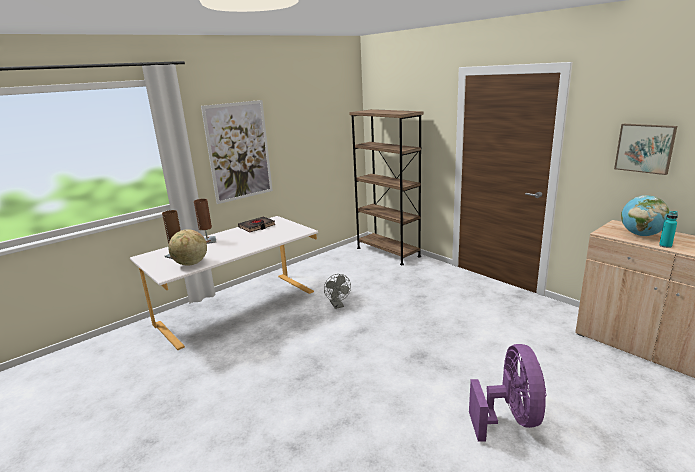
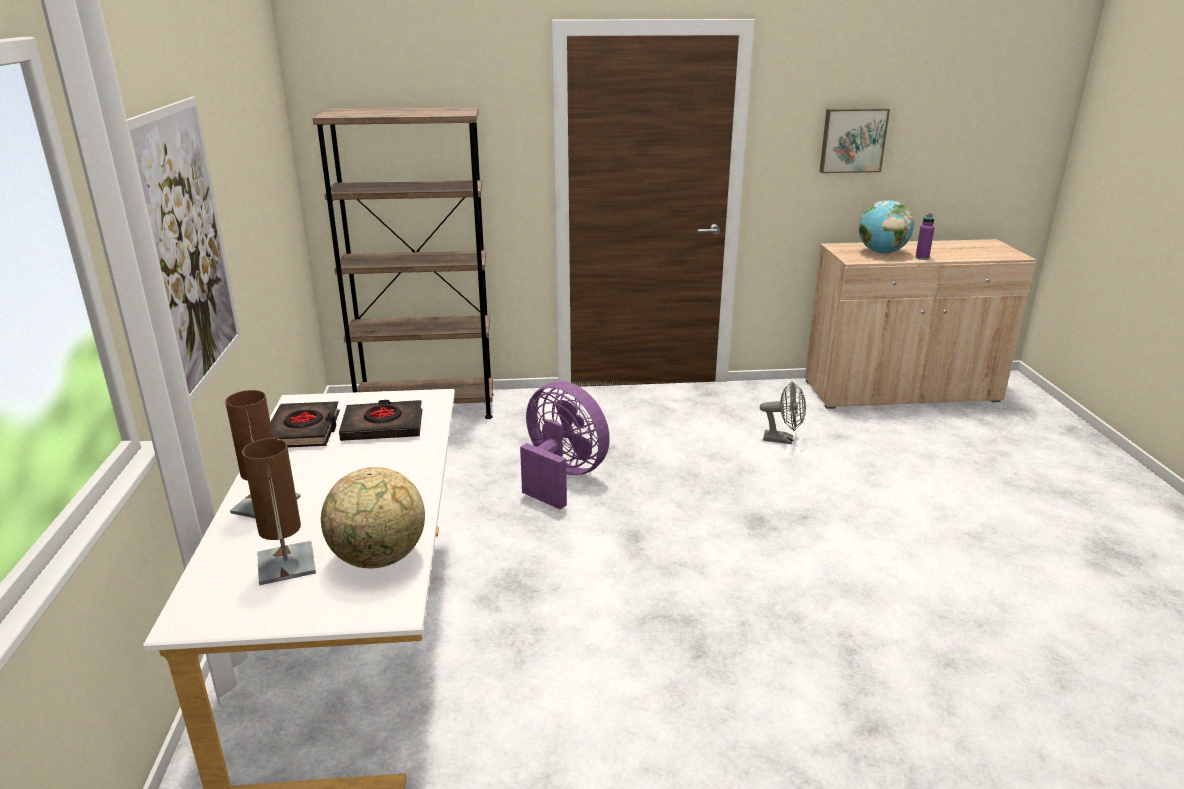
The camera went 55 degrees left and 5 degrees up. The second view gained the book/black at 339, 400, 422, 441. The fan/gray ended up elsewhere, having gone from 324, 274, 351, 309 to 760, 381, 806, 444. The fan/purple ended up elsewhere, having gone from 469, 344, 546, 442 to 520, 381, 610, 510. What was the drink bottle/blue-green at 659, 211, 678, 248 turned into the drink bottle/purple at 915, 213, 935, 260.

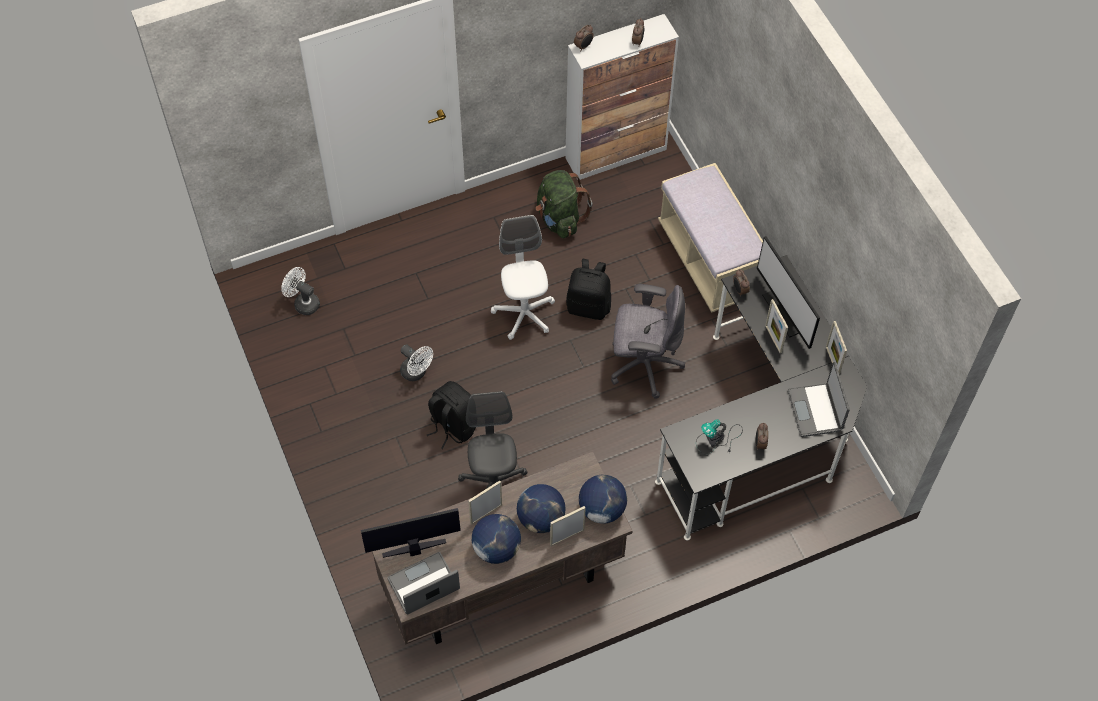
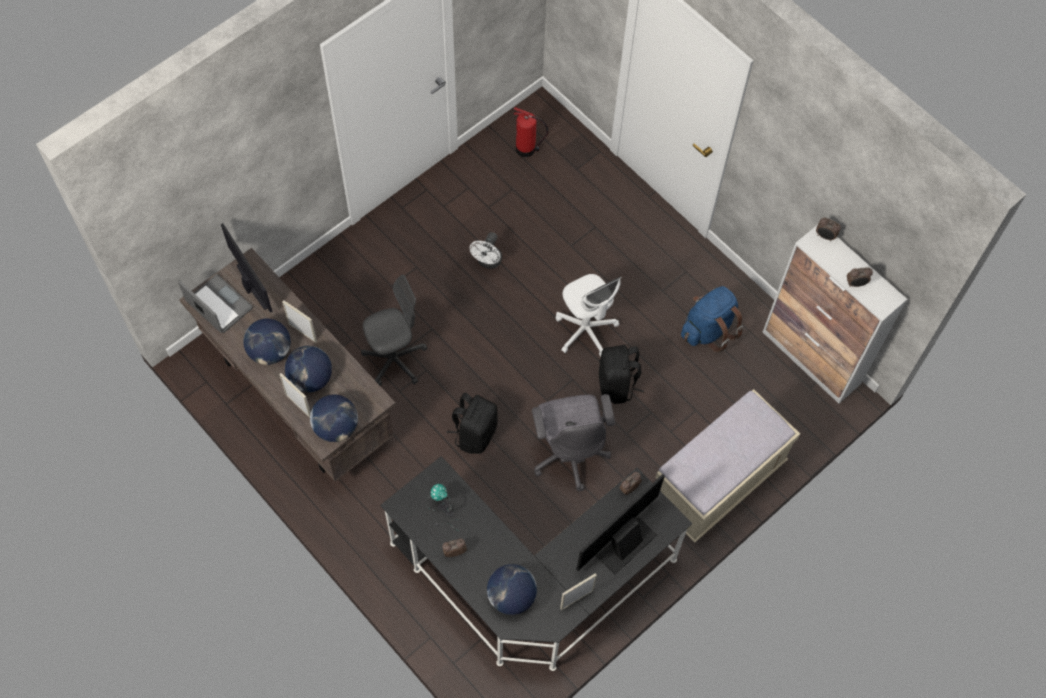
The camera went 70 degrees right and 5 degrees up. The second view lost the photo frame at 765, 299, 788, 353. The rucksack/black ended up elsewhere, having gone from 427, 381, 476, 449 to 447, 393, 498, 454. Where the fan/white stood at 281, 267, 320, 315, the extinguisher came to stand at 514, 107, 548, 157. Where the notebook computer stood at 787, 362, 850, 437, the globe came to stand at 487, 564, 537, 615. What was the rucksack/greenish at 536, 170, 593, 239 turned into the rucksack/blue at 681, 286, 743, 352. The computer chair/white at 491, 215, 555, 340 ended up facing another way, 90 degrees clockwise from before.

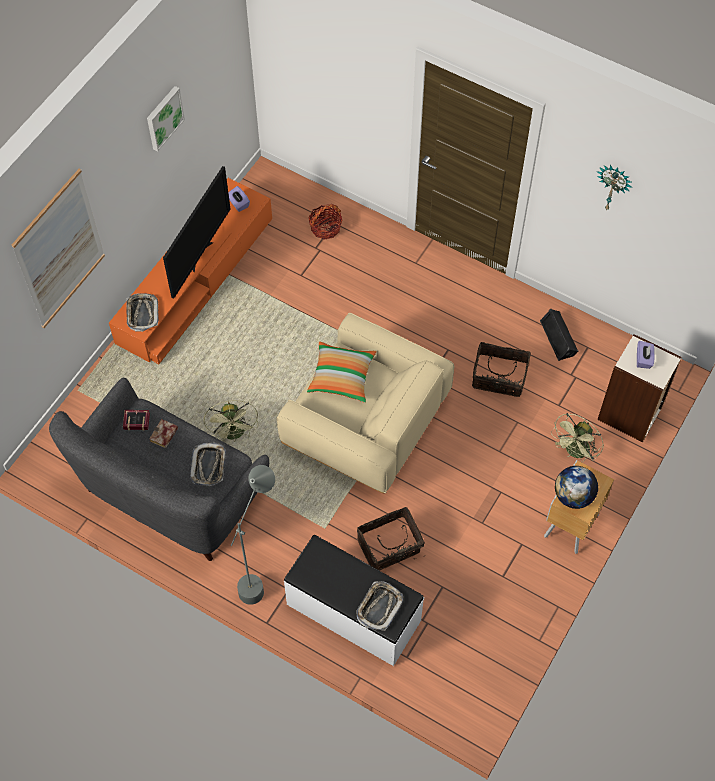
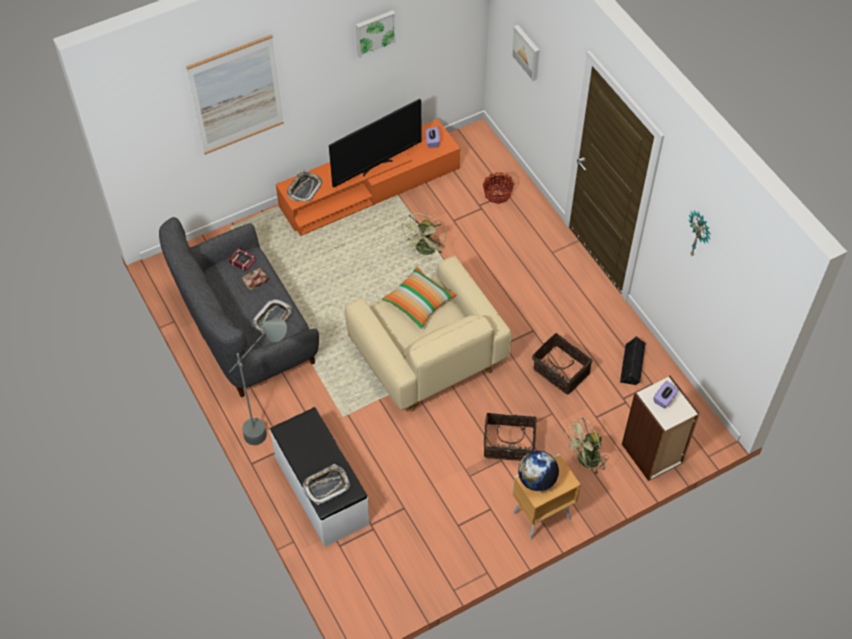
The camera went 30 degrees right and 5 degrees down. The second view gained the wall art at 511, 25, 540, 81. The fan/greenish ended up elsewhere, having gone from 204, 400, 258, 442 to 401, 213, 446, 255. The basket ended up elsewhere, having gone from 357, 507, 425, 570 to 484, 413, 536, 461.

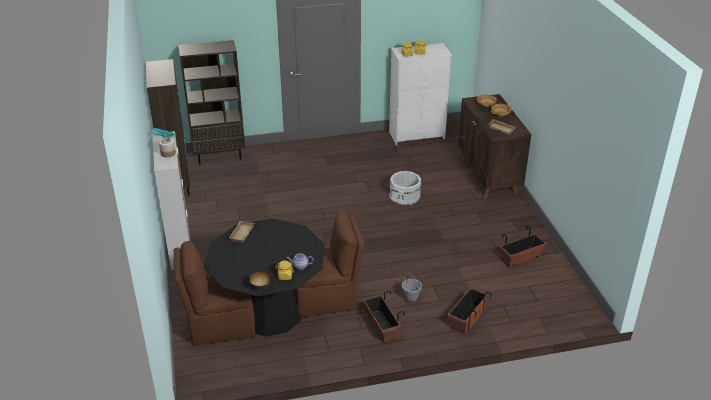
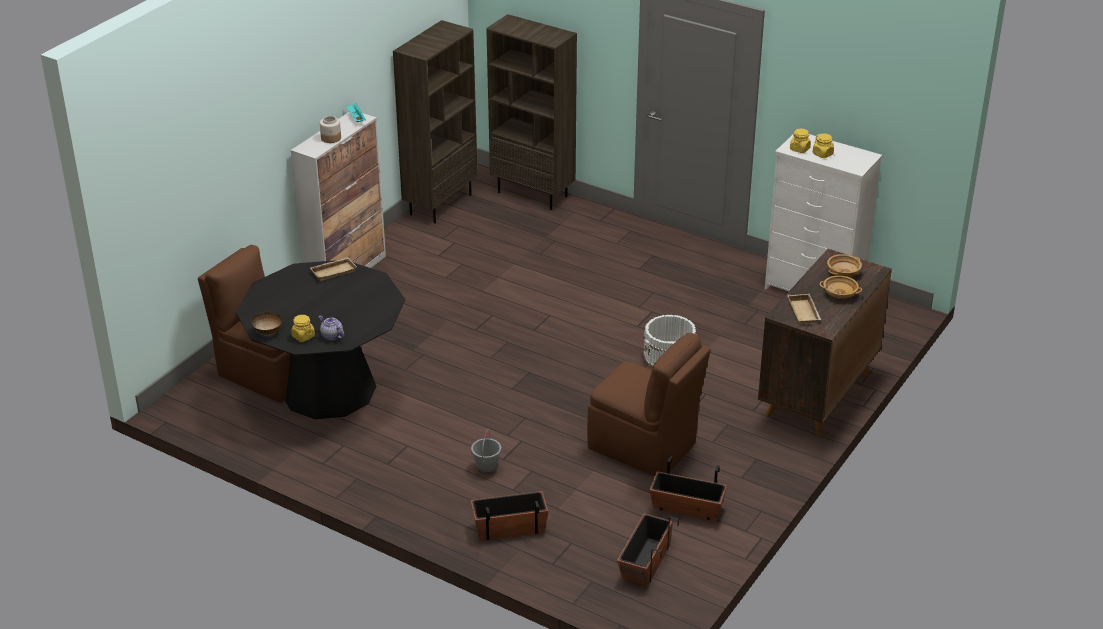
The camera went 45 degrees right and 0 degrees up. The chair/brownish ended up elsewhere, having gone from 295, 211, 364, 317 to 587, 333, 711, 476. The flower pot ended up elsewhere, having gone from 363, 290, 404, 342 to 617, 513, 679, 588.

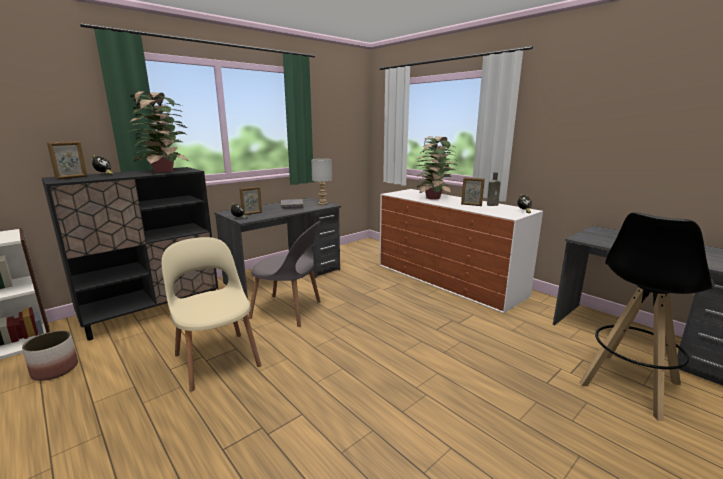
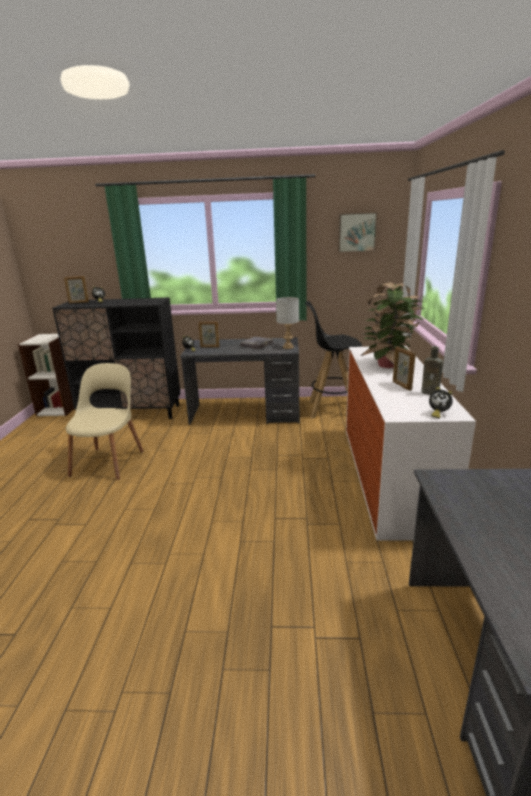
The camera went 45 degrees right and 5 degrees up. The second view lost the flower pot at 22, 331, 78, 381. The second view lost the houseplant at 127, 91, 189, 173. The second view lost the chair/gray at 248, 221, 321, 327. The second view gained the wall art at 338, 212, 377, 252. The stool seat/black ended up elsewhere, having gone from 579, 212, 715, 421 to 305, 301, 362, 419.

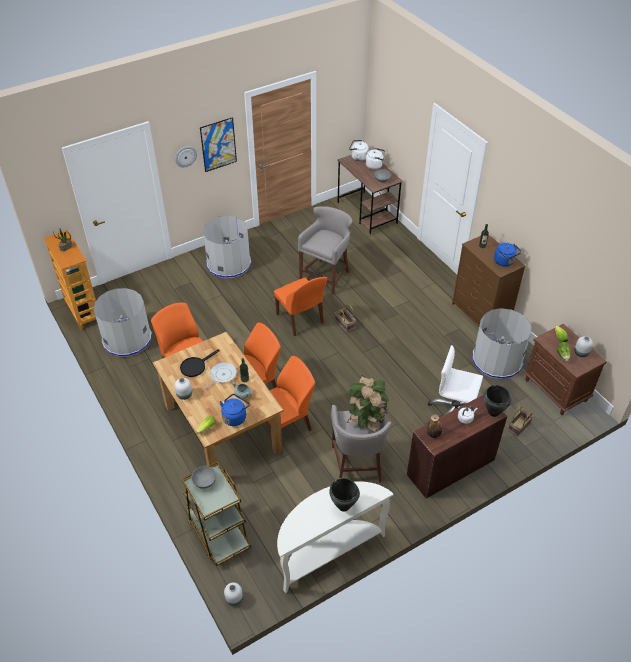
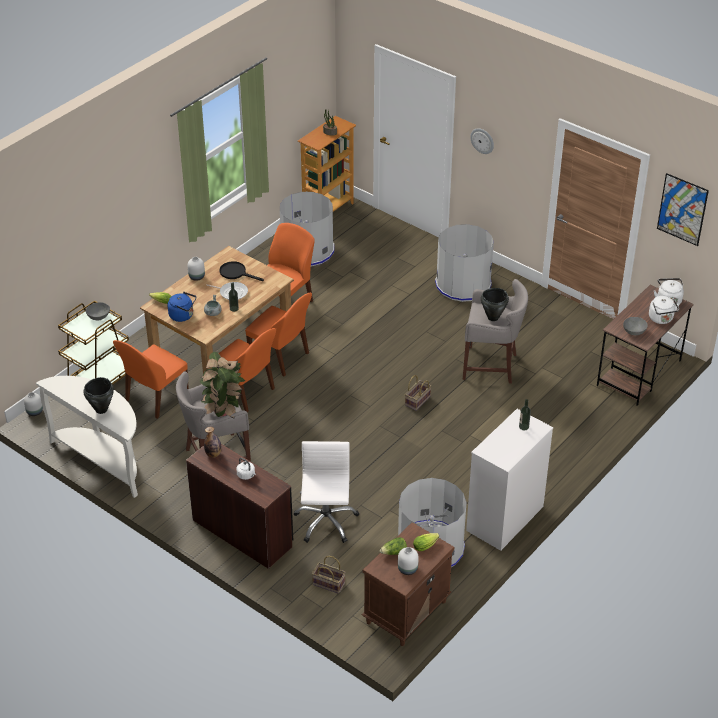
The camera went 70 degrees right and 5 degrees down. The second view lost the water kettle/blue at 494, 243, 522, 267. The wall art ended up elsewhere, having gone from 200, 117, 237, 172 to 657, 173, 709, 246. The chair/orange-coloured ended up elsewhere, having gone from 274, 277, 327, 336 to 113, 340, 189, 419. The saucepot/black ended up elsewhere, having gone from 484, 385, 511, 417 to 481, 288, 509, 321. What was the chest of drawers/brownish at 452, 235, 526, 326 turned into the chest of drawers/white at 466, 409, 553, 551.

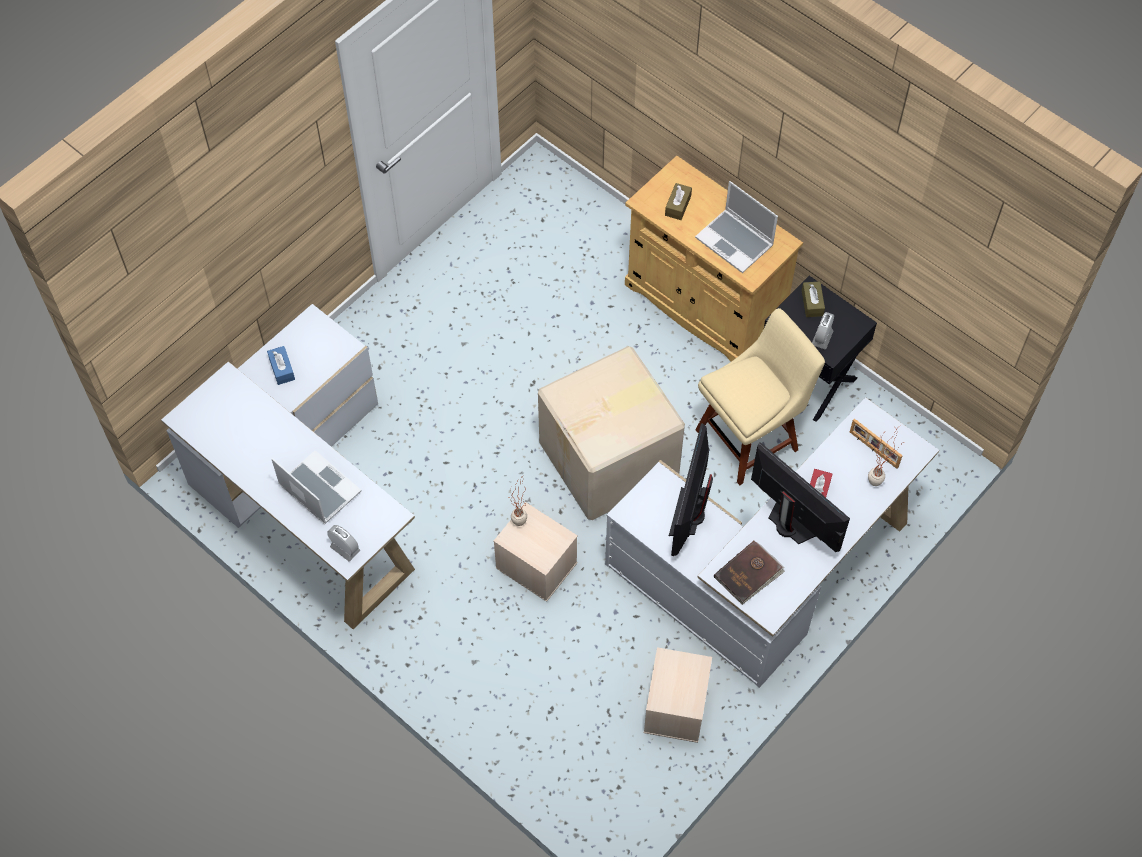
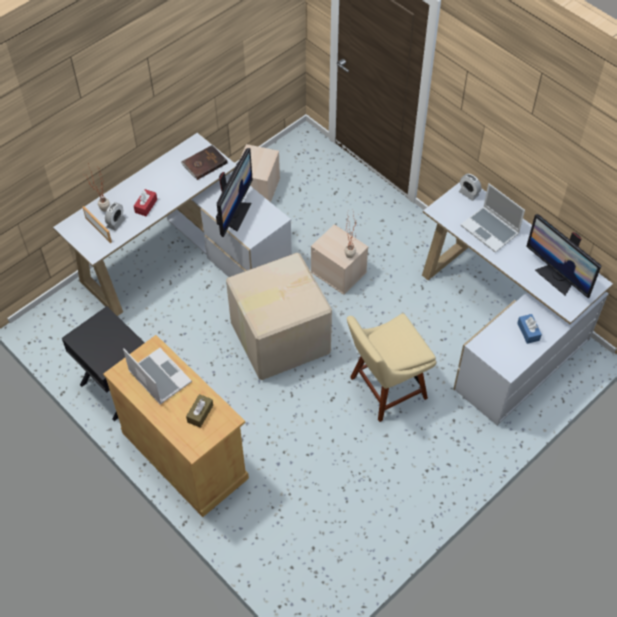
The camera went 175 degrees left and 5 degrees down. The second view lost the tissue holder/brownish at 802, 281, 825, 317. The chair/beige-coloured ended up elsewhere, having gone from 695, 308, 825, 485 to 347, 313, 436, 422. The computer display ended up elsewhere, having gone from 751, 442, 850, 552 to 526, 214, 602, 298. The bedside clock ended up elsewhere, having gone from 812, 312, 834, 349 to 105, 202, 126, 231.

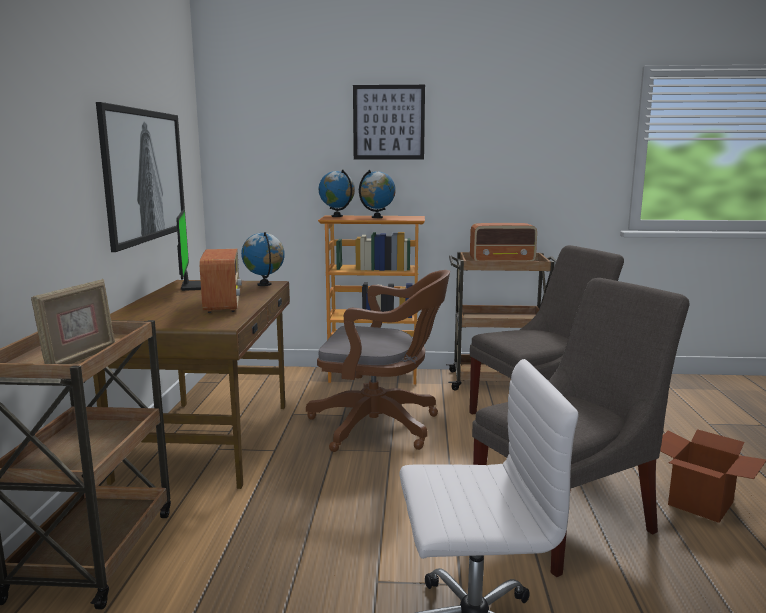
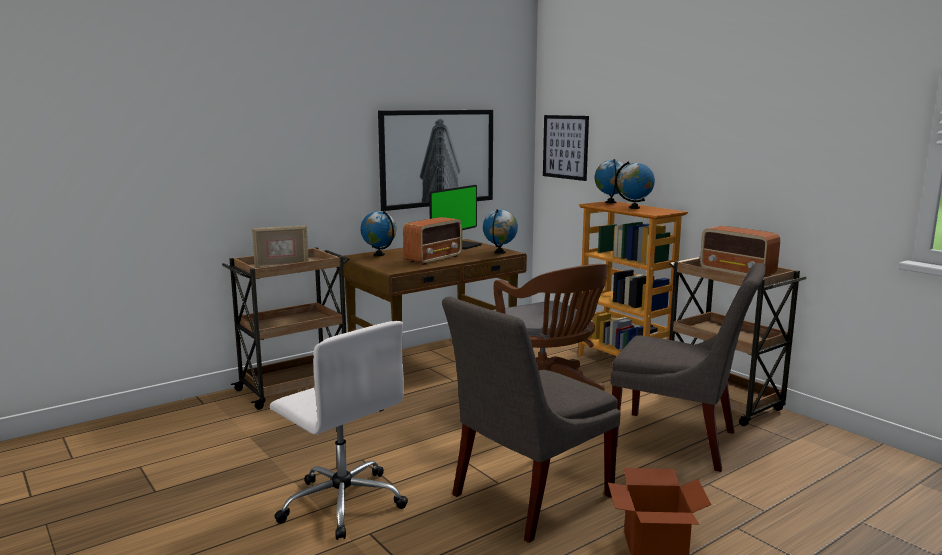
The camera went 50 degrees right and 0 degrees up. The second view gained the globe at 360, 211, 396, 256. The wall art ended up elsewhere, having gone from 353, 85, 425, 160 to 543, 115, 589, 181. The chair/gray at 472, 278, 689, 577 ended up facing another way, 120 degrees clockwise from before.

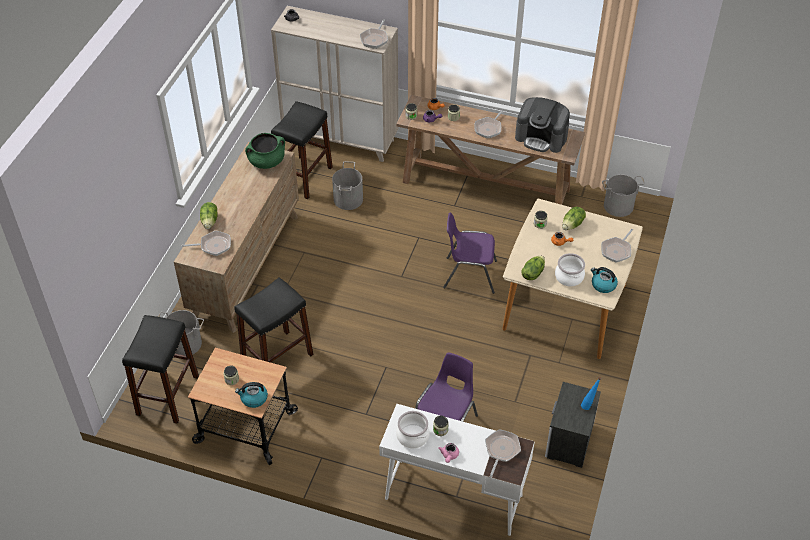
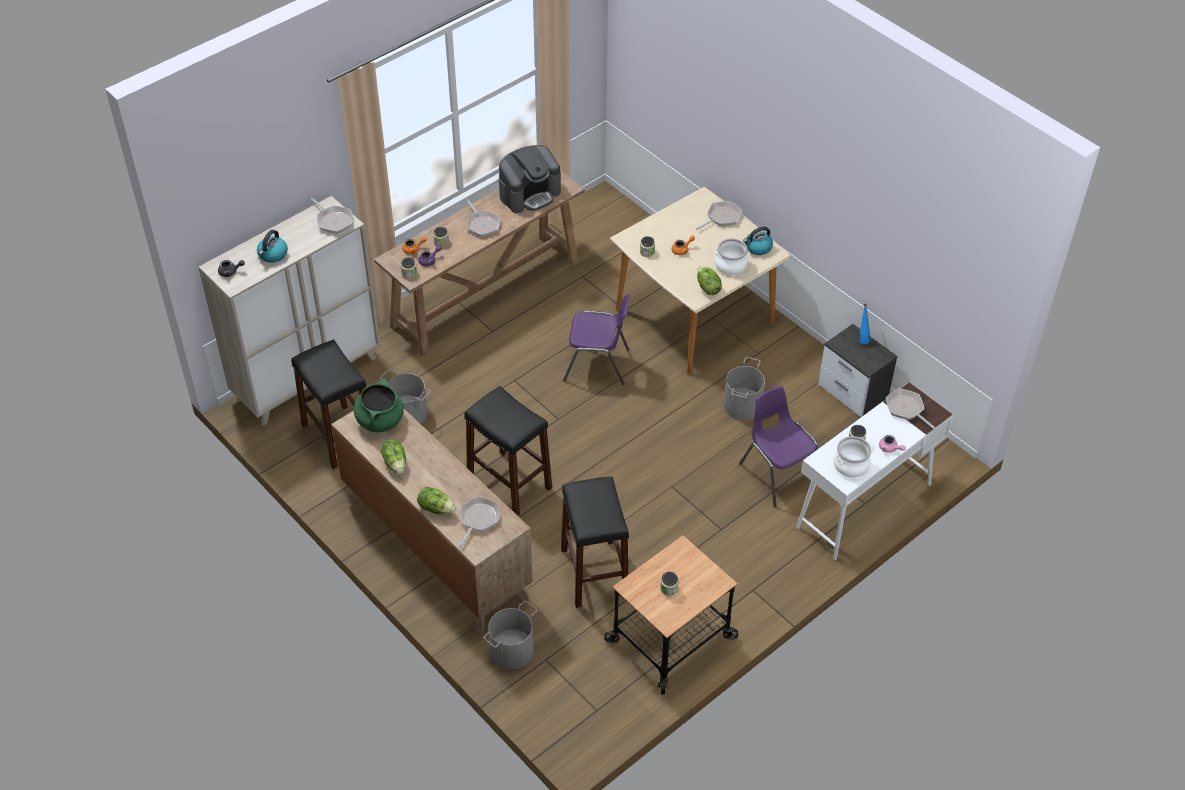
The camera went 60 degrees left and 0 degrees up. The stool seat/black ended up elsewhere, having gone from 122, 315, 199, 424 to 464, 386, 552, 516. The water kettle ended up elsewhere, having gone from 235, 382, 268, 408 to 257, 230, 288, 263. The lettuce ended up elsewhere, having gone from 562, 207, 586, 230 to 382, 439, 406, 474. The bucket/gray ended up elsewhere, having gone from 602, 175, 645, 217 to 724, 357, 765, 420. The chair/purple at 443, 213, 497, 294 ended up facing another way, 120 degrees counterclockwise from before. The frying pan at 601, 229, 633, 263 ended up facing another way, 105 degrees counterclockwise from before.

